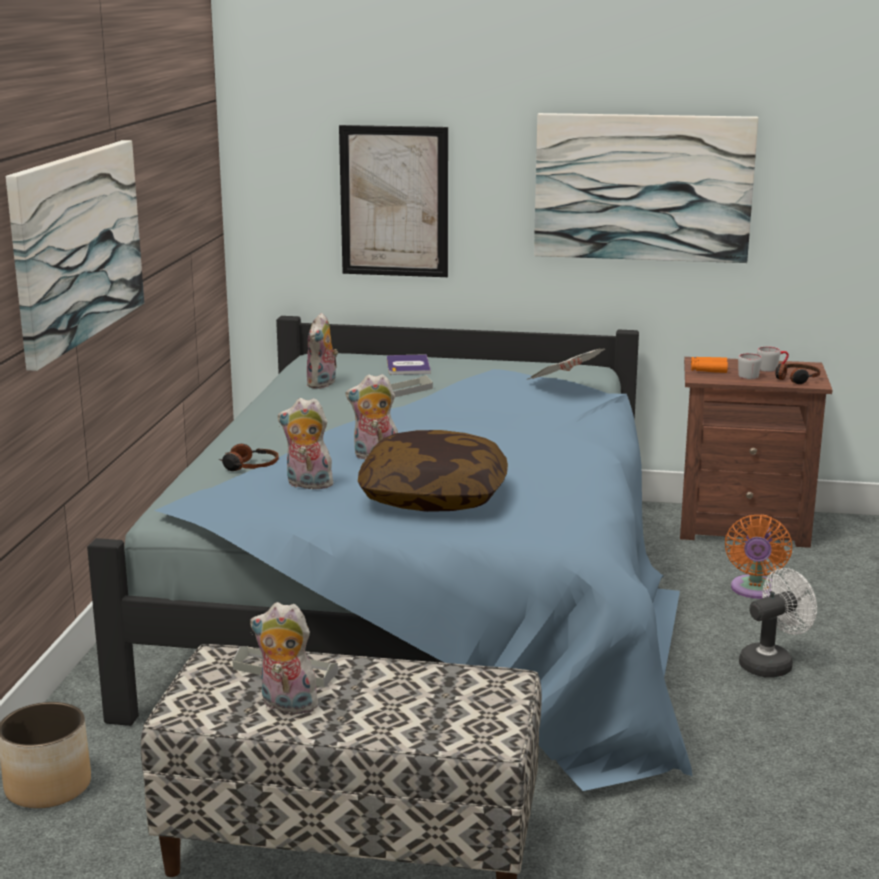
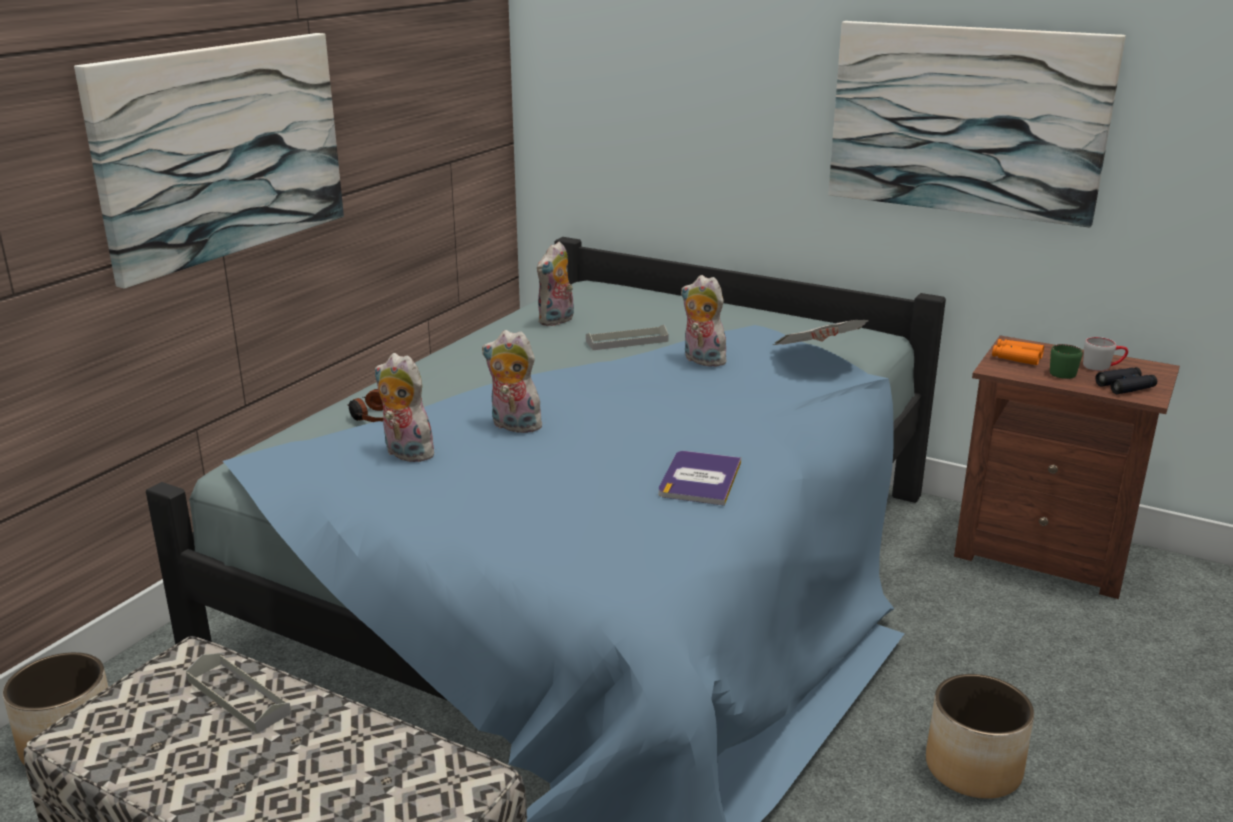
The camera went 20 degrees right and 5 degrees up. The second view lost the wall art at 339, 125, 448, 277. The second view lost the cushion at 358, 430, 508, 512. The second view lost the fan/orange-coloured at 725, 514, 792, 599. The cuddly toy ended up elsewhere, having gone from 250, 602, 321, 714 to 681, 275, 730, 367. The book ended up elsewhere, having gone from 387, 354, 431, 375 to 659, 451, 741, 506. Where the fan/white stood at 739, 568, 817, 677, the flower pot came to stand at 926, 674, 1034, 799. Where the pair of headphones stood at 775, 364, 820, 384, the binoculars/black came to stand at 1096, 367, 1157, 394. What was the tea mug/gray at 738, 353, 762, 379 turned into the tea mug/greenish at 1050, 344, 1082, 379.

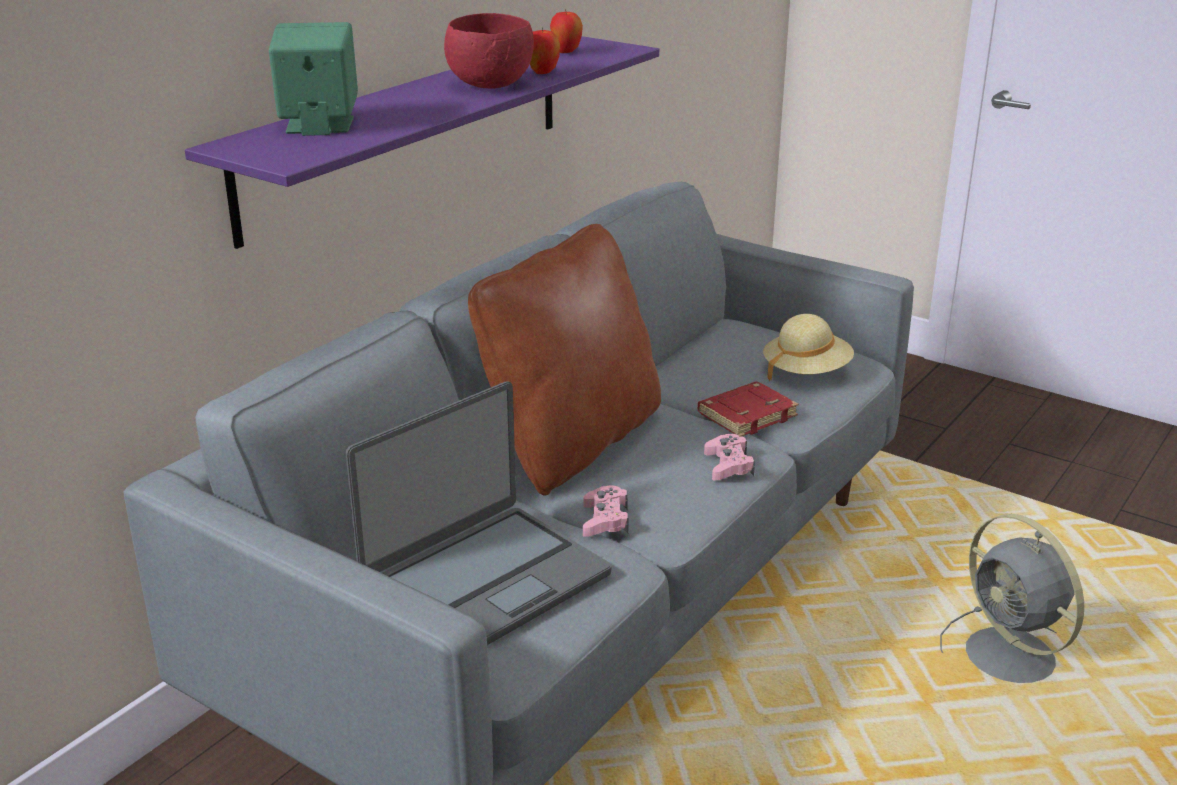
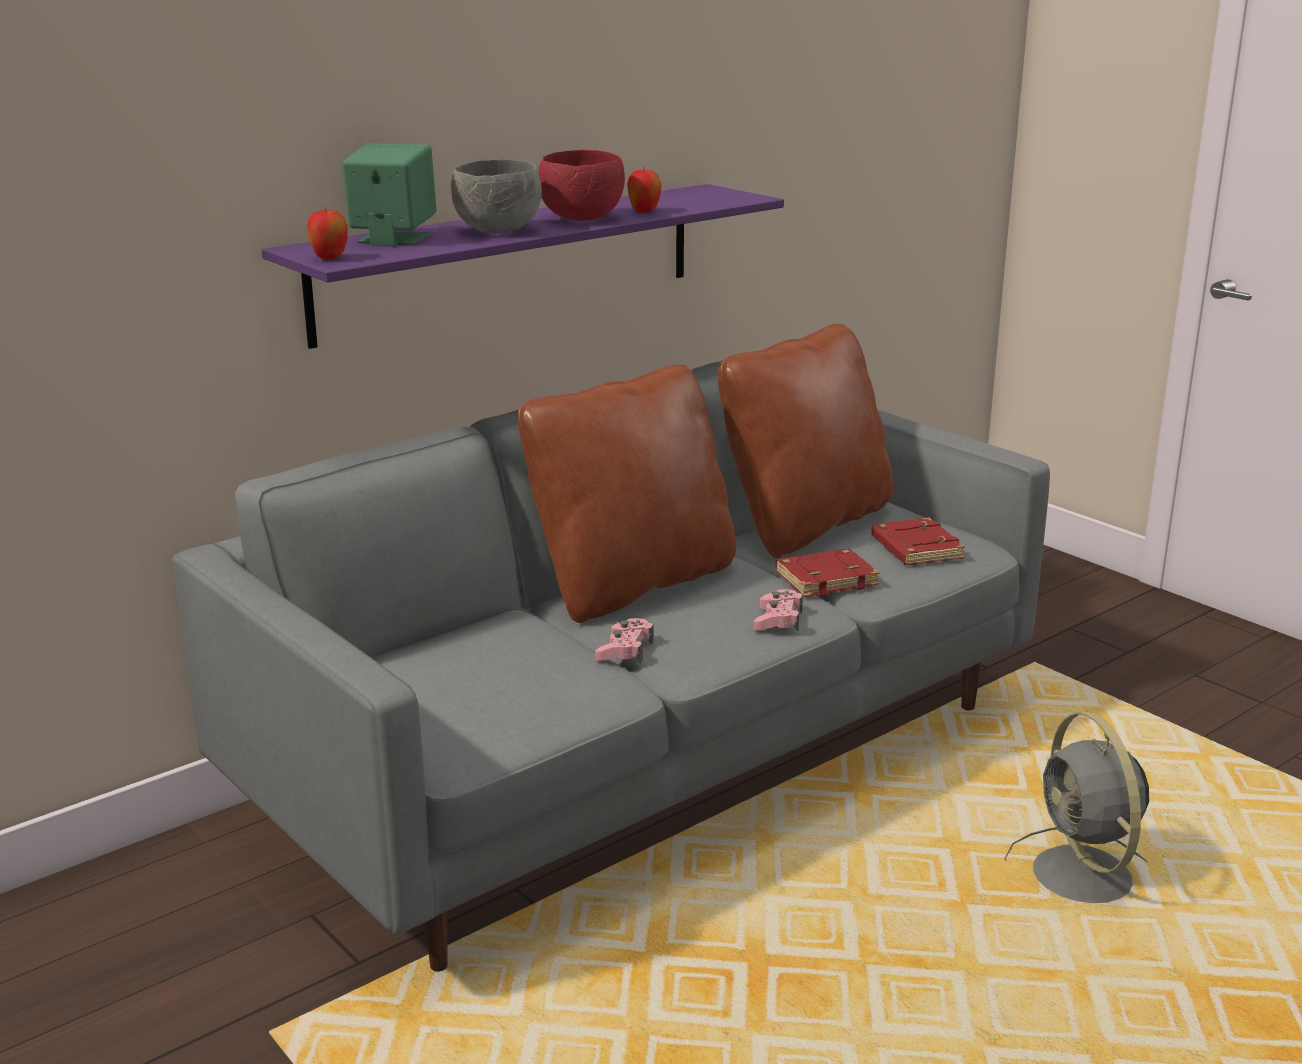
The camera went 15 degrees right and 5 degrees down. The second view lost the notebook computer at 346, 381, 611, 645. The second view gained the serving bowl/gray at 451, 159, 542, 233. The second view gained the cushion/brownish at 718, 324, 893, 559. The whole apple ended up elsewhere, having gone from 550, 9, 583, 53 to 307, 208, 348, 260. Where the hat/beige-coloured stood at 763, 314, 854, 381, the book/red came to stand at 871, 518, 965, 565.

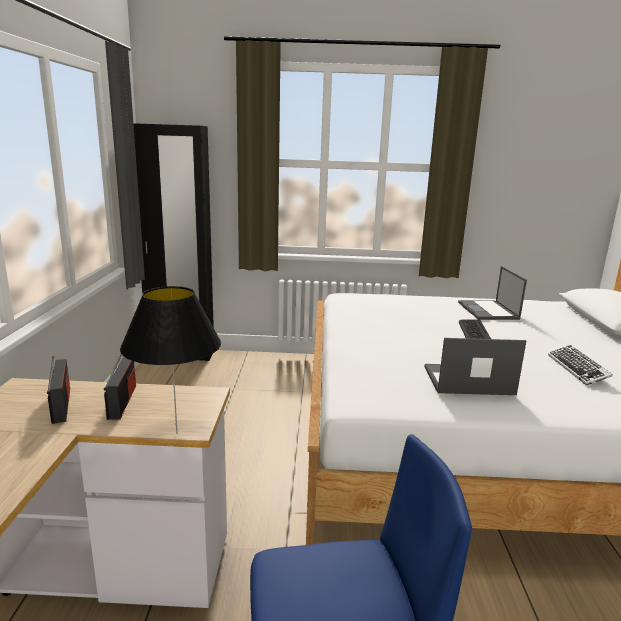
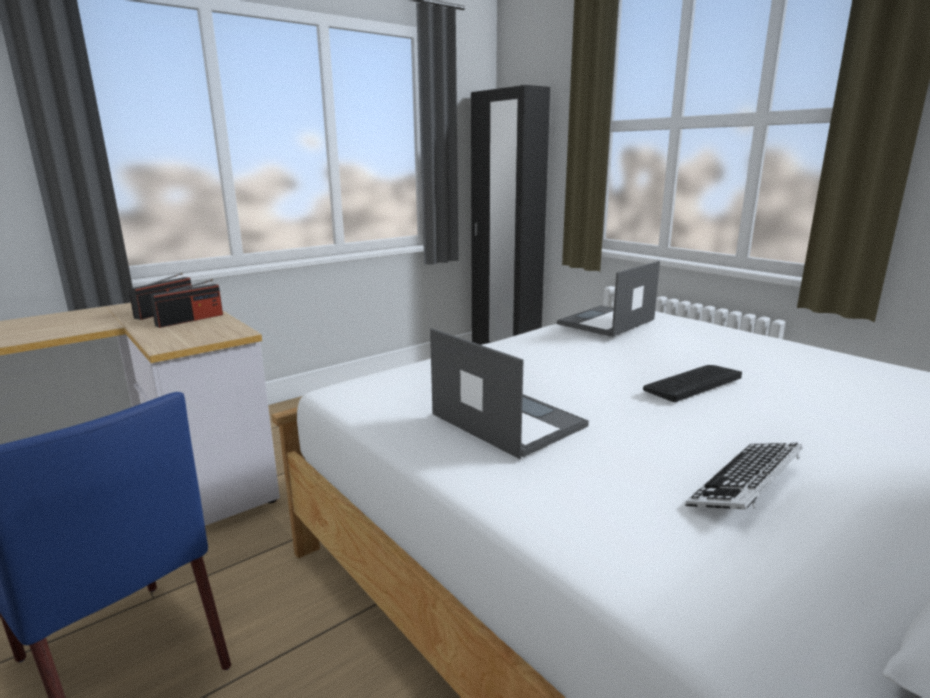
The camera went 50 degrees right and 0 degrees up. The second view lost the tabletop lamp/black at 120, 286, 221, 434. The notebook computer ended up elsewhere, having gone from 458, 266, 527, 320 to 557, 261, 660, 337.

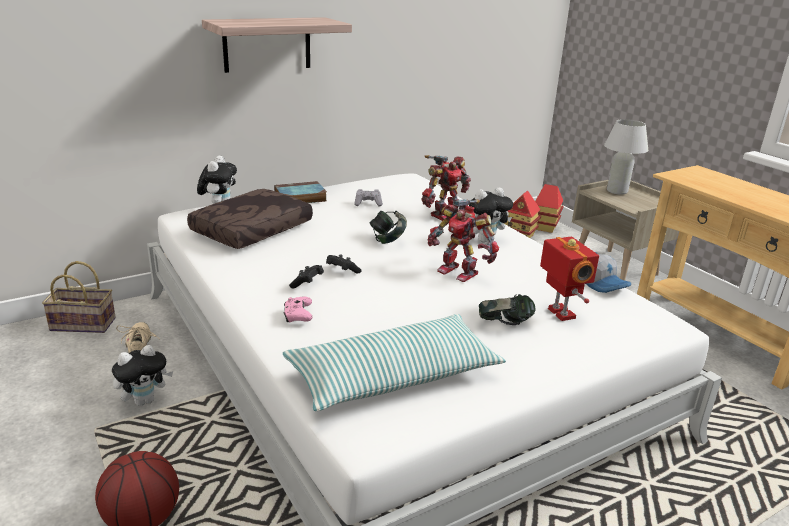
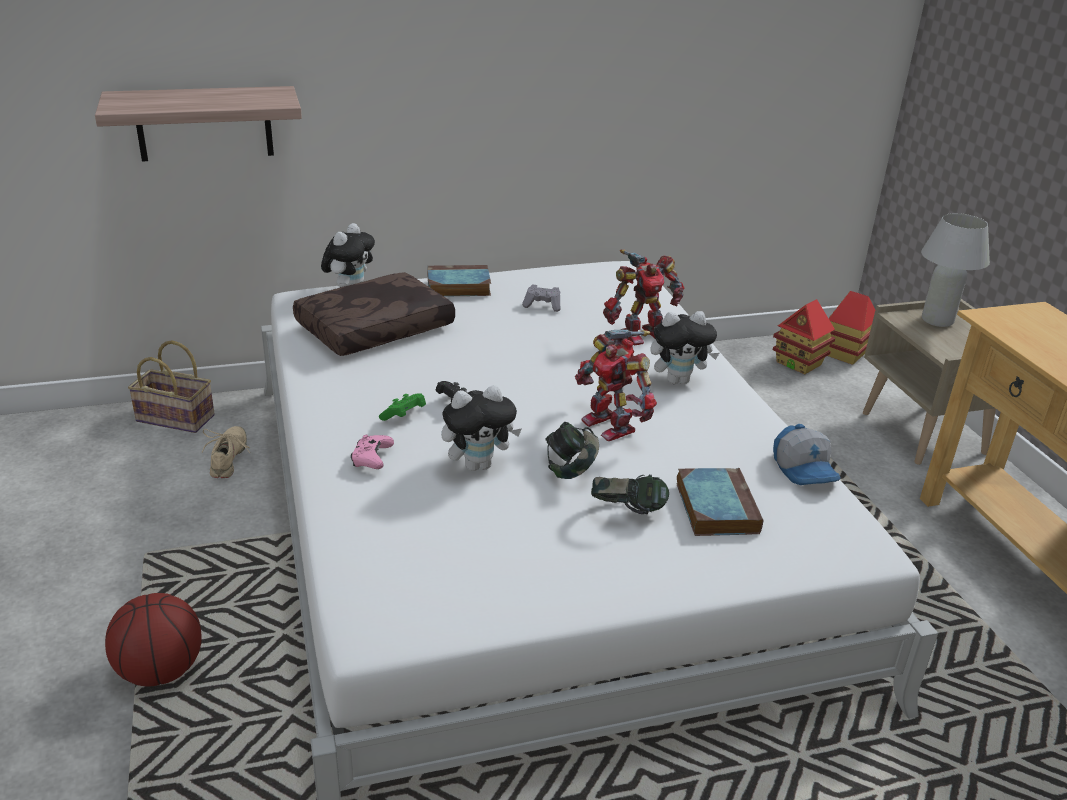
The camera went 15 degrees right and 5 degrees up. The second view lost the cushion at 283, 314, 506, 411. The cuddly toy ended up elsewhere, having gone from 112, 345, 173, 406 to 441, 385, 522, 471. The shelf ended up elsewhere, having gone from 202, 17, 352, 73 to 95, 86, 302, 161. The pair of headphones ended up elsewhere, having gone from 370, 211, 407, 244 to 546, 422, 599, 479. Where the robot figure stood at 540, 237, 599, 321, the book came to stand at 676, 468, 763, 536. What was the gamepad/black at 289, 265, 324, 288 turned into the gamepad/greenish at 379, 393, 426, 421.

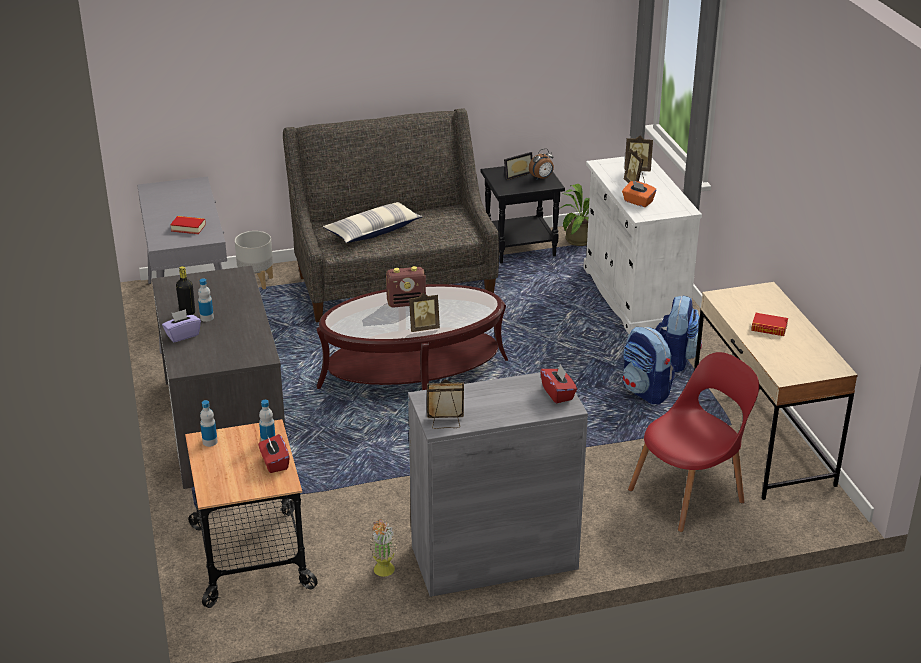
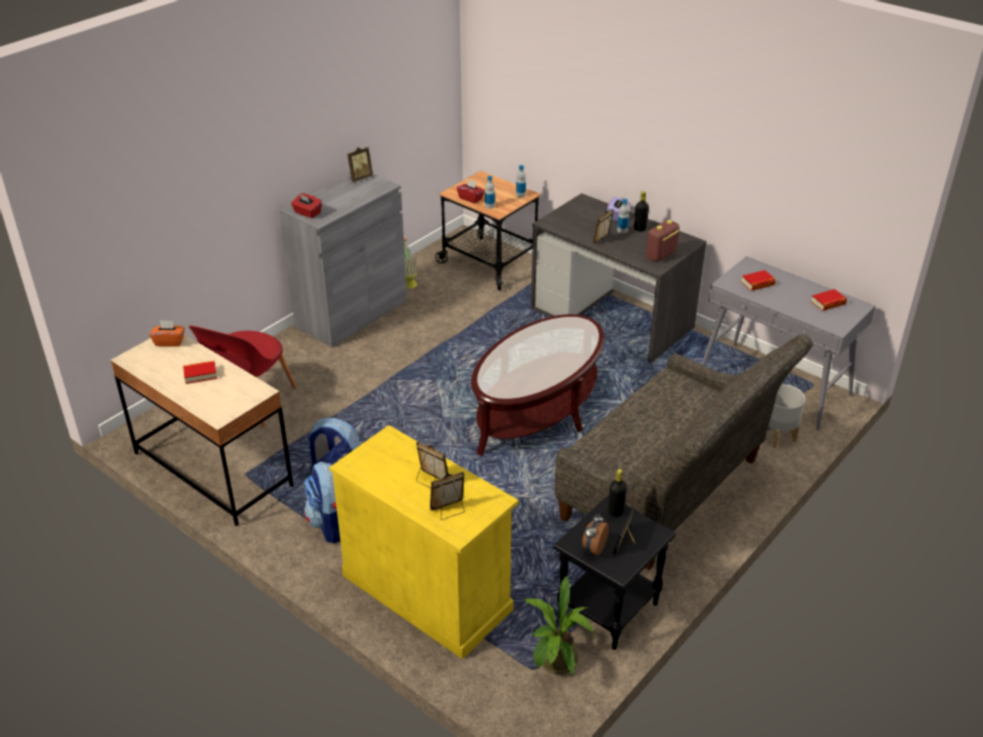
The camera went 145 degrees right and 5 degrees up. The second view lost the cushion at 323, 202, 423, 243. The second view gained the drink bottle/black at 608, 469, 627, 517. The second view gained the book at 811, 289, 847, 311. The radio receiver ended up elsewhere, having gone from 386, 266, 426, 307 to 646, 220, 679, 262. The photo frame ended up elsewhere, having gone from 409, 293, 440, 332 to 593, 209, 615, 247. The tissue holder/orange-coloured ended up elsewhere, having gone from 622, 181, 656, 207 to 149, 320, 185, 347. What was the storage cabinet/white at 583, 156, 702, 334 turned into the storage cabinet/yellow-coloured at 329, 425, 519, 659.

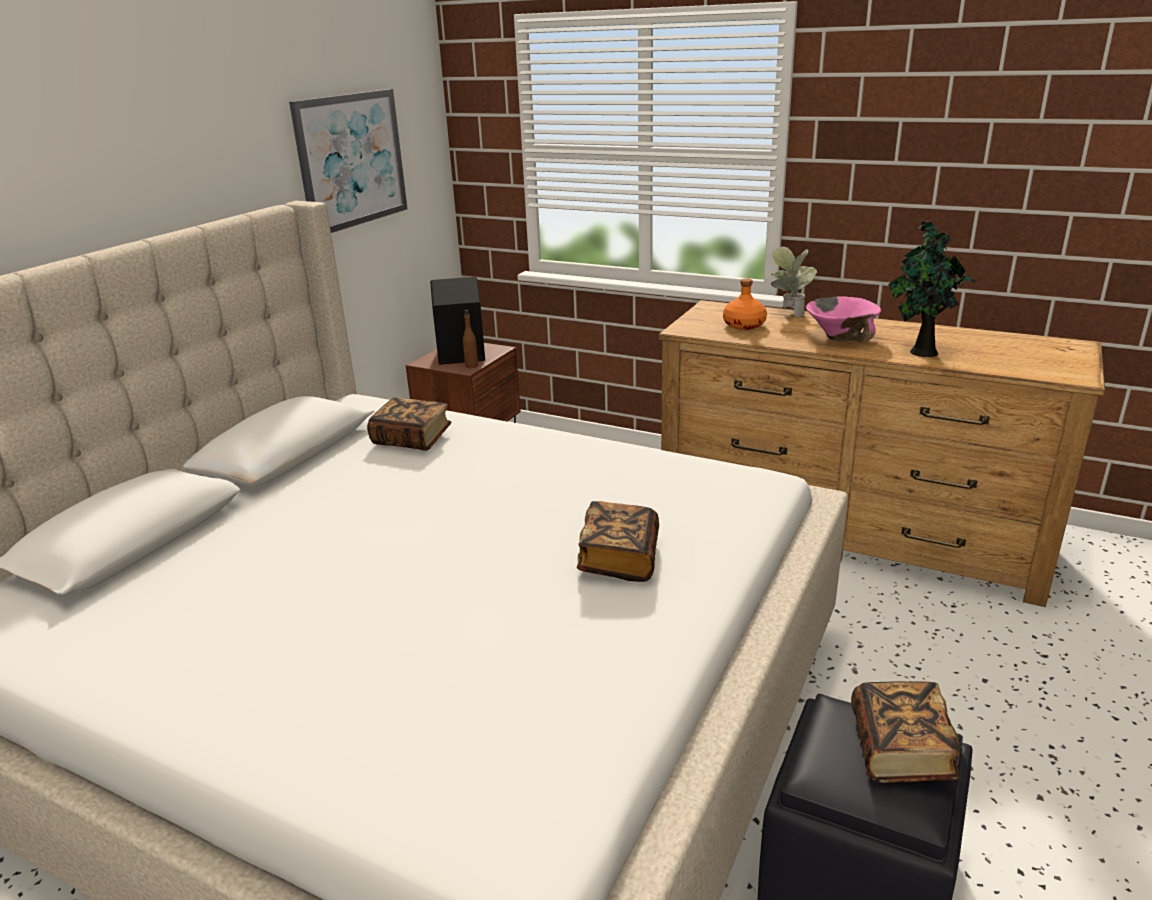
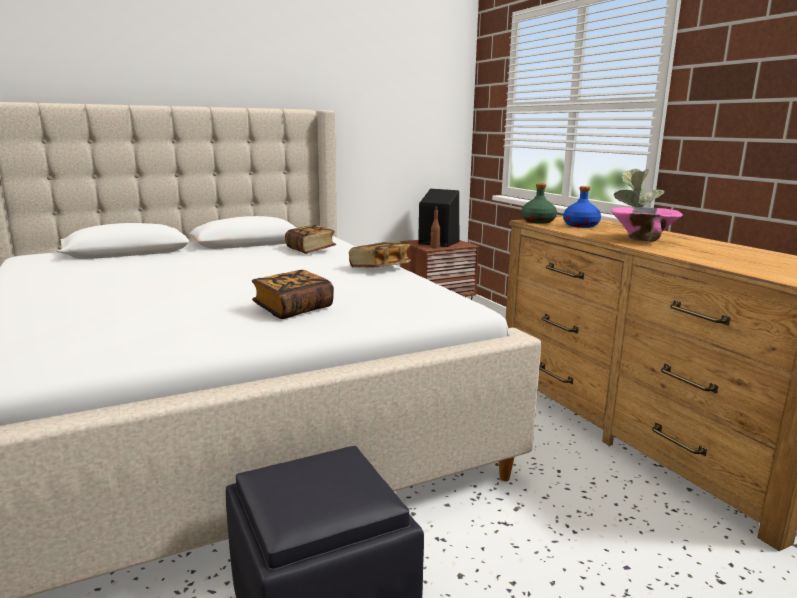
The camera went 35 degrees right and 10 degrees down. The second view lost the wall art at 289, 89, 407, 233. The second view lost the houseplant at 888, 220, 976, 357. The second view gained the drink bottle/greenish at 521, 183, 557, 224. The book ended up elsewhere, having gone from 851, 681, 961, 783 to 349, 242, 411, 267. What was the drink bottle/orange-coloured at 723, 278, 767, 330 turned into the drink bottle/blue at 563, 186, 601, 228.

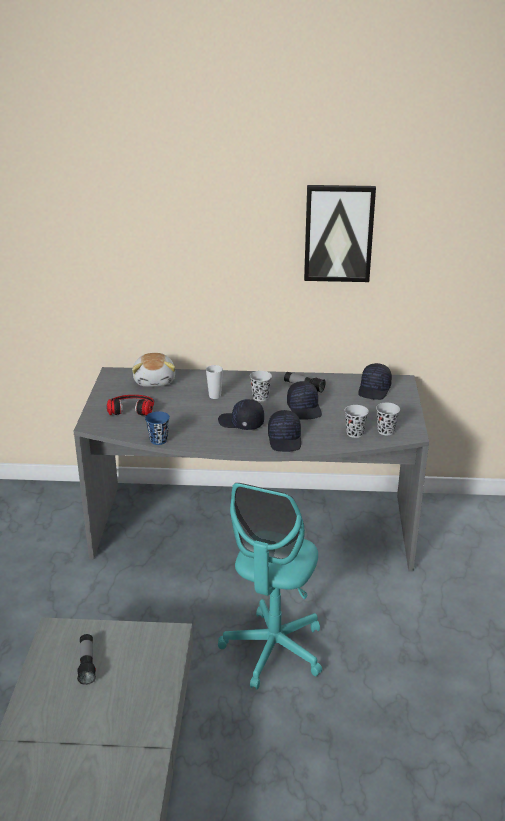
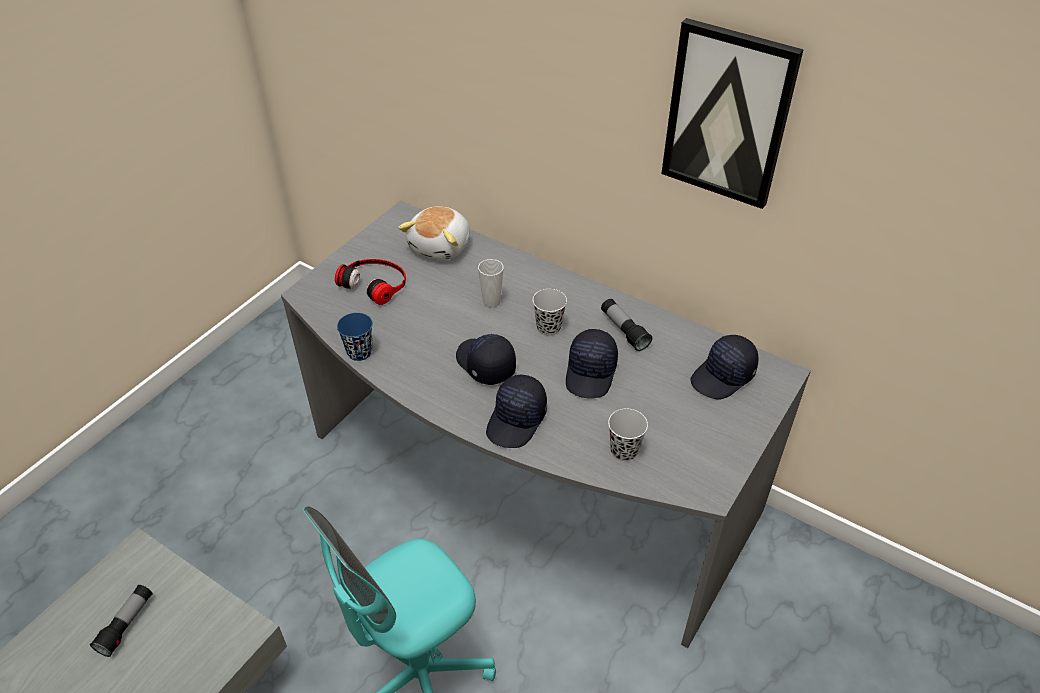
The camera went 30 degrees right and 15 degrees up. The second view lost the small cup/black at 376, 403, 400, 435.

